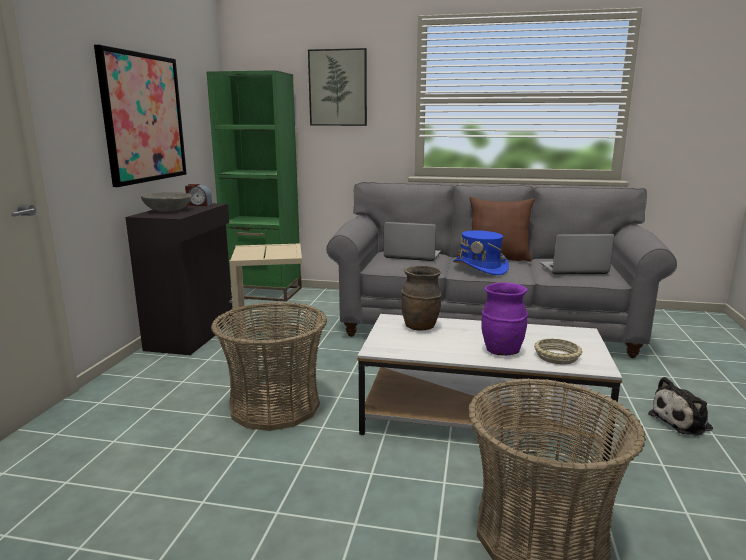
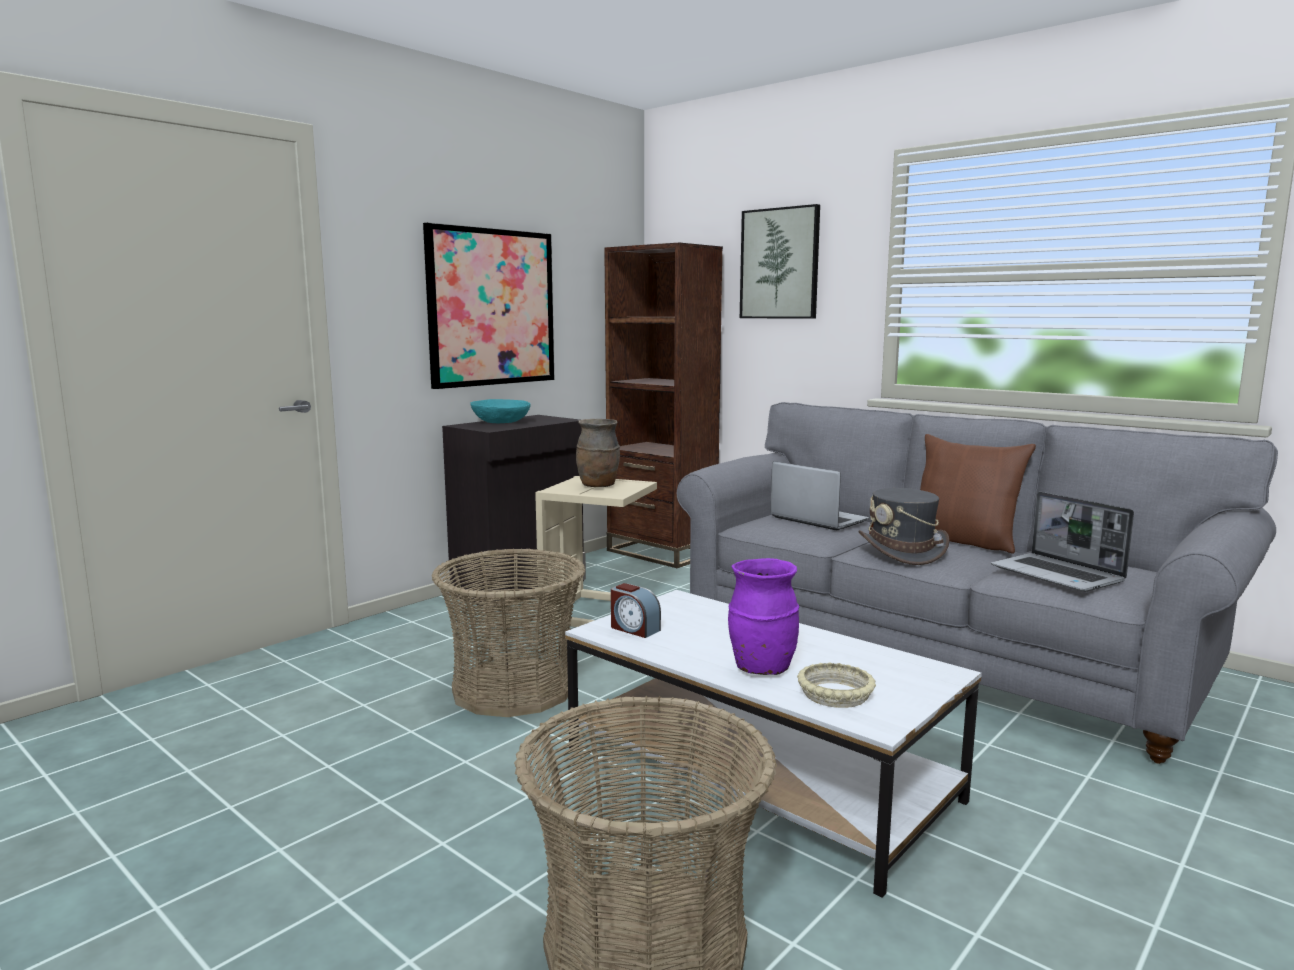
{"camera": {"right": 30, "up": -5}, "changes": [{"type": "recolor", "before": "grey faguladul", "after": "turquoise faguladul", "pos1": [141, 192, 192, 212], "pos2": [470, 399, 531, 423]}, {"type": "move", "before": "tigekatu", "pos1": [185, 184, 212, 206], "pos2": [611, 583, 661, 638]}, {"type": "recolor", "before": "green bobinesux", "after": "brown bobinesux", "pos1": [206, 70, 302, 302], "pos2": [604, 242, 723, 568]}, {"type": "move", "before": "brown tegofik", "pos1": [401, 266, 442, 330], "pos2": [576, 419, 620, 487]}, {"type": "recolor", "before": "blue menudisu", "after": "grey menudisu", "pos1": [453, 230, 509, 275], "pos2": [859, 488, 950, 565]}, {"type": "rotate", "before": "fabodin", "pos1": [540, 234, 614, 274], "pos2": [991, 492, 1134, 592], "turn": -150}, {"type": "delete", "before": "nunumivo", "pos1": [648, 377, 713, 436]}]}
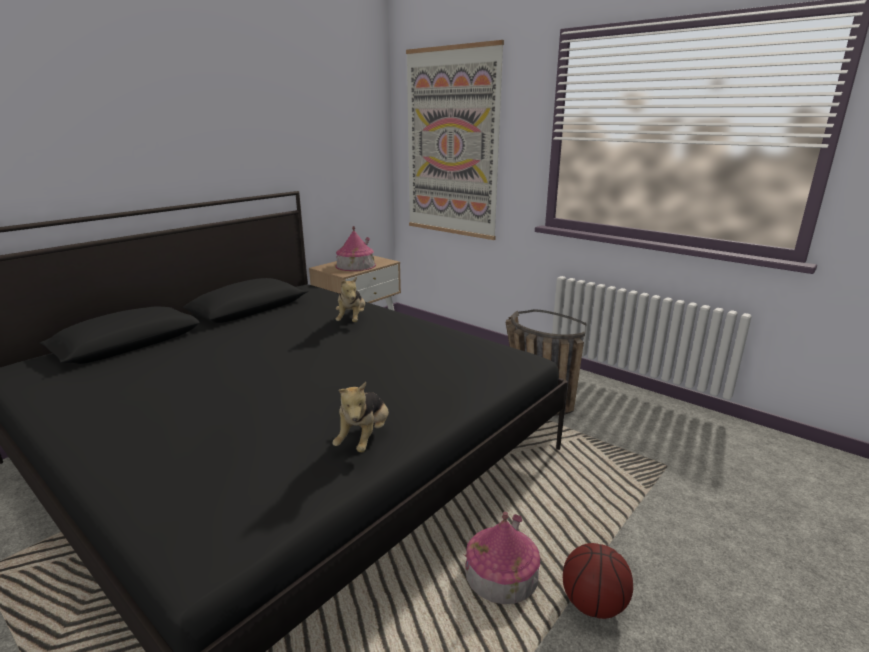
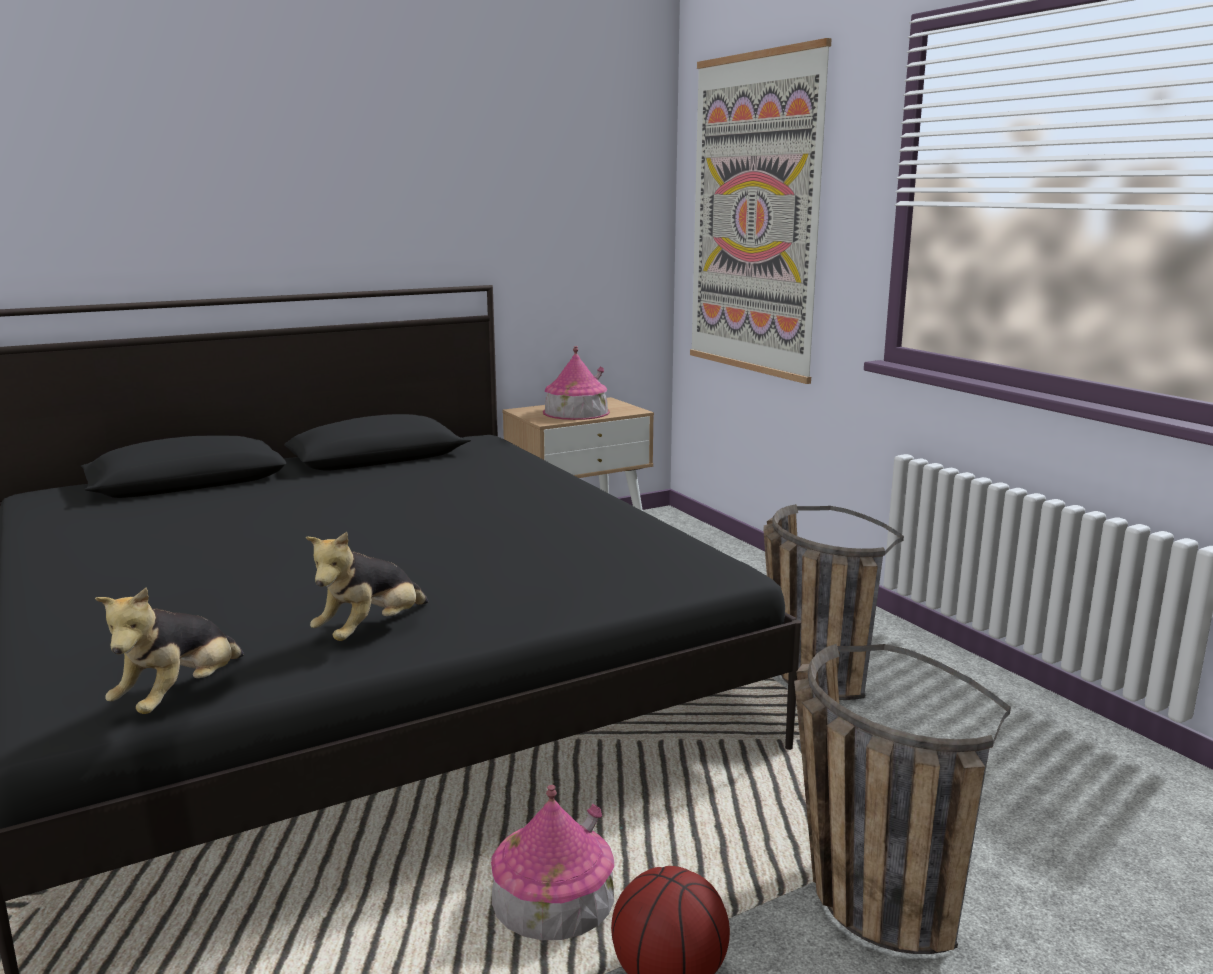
{"camera": {"right": 20, "up": -5}, "changes": [{"type": "move", "before": "nunumivo", "pos1": [336, 277, 365, 322], "pos2": [95, 587, 244, 714]}, {"type": "insert", "after": "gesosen", "pos2": [794, 644, 1011, 954]}]}
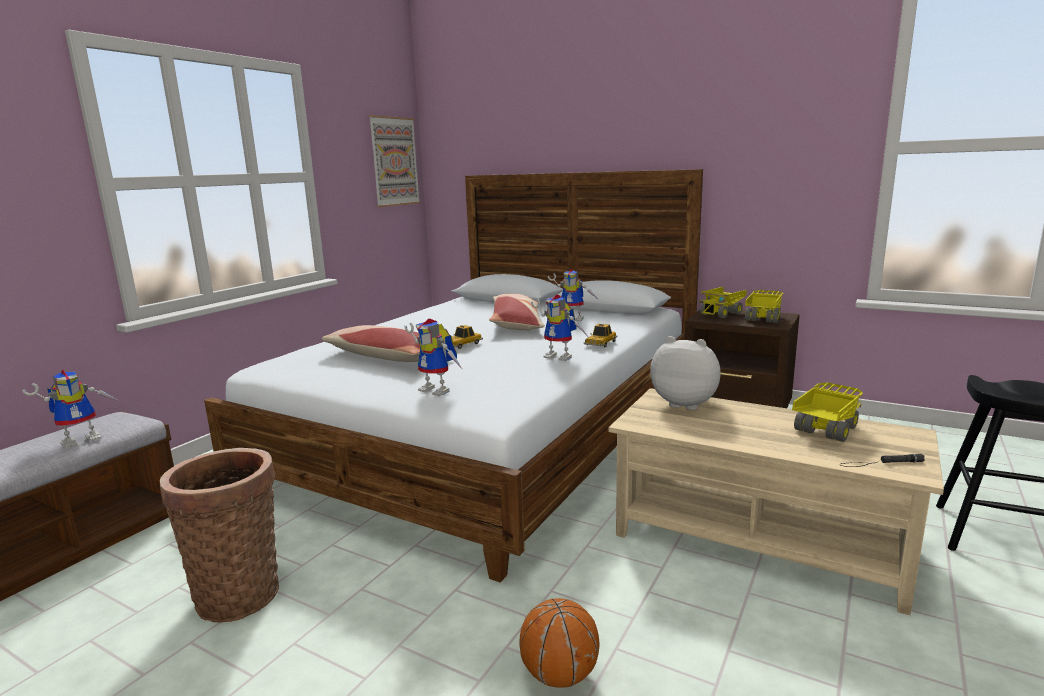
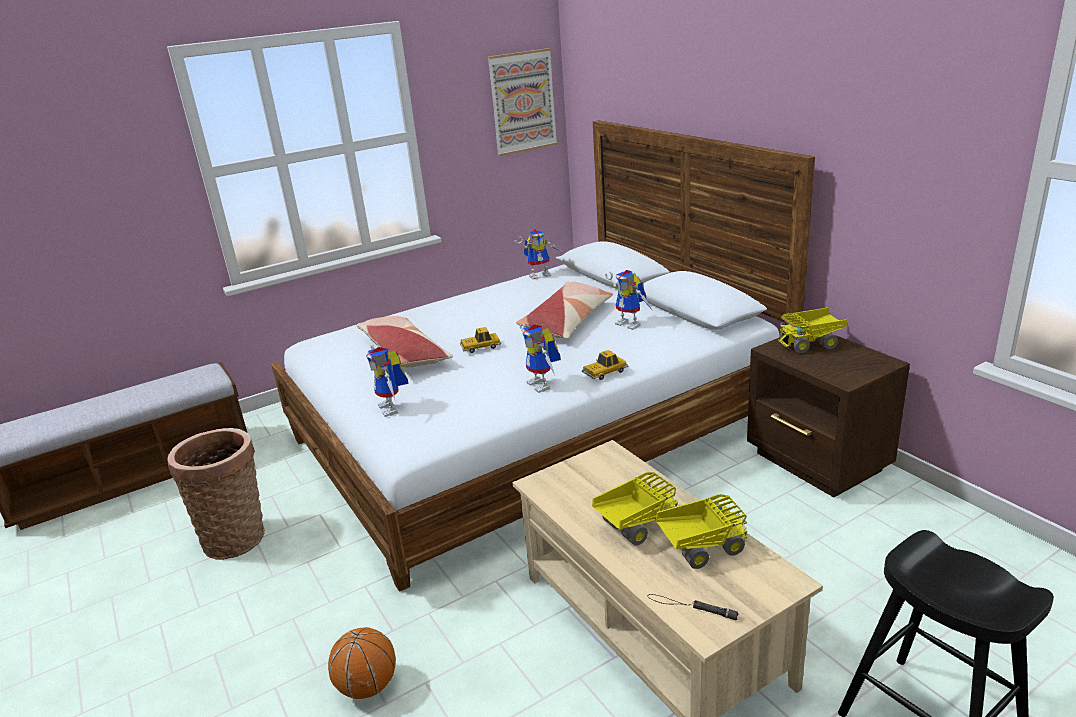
{"camera": {"right": 30, "up": 10}, "changes": [{"type": "move", "before": "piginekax", "pos1": [22, 370, 121, 448], "pos2": [515, 229, 563, 279]}, {"type": "delete", "before": "nunumivo", "pos1": [650, 336, 721, 410]}, {"type": "move", "before": "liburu", "pos1": [745, 290, 783, 323], "pos2": [592, 473, 678, 546]}]}
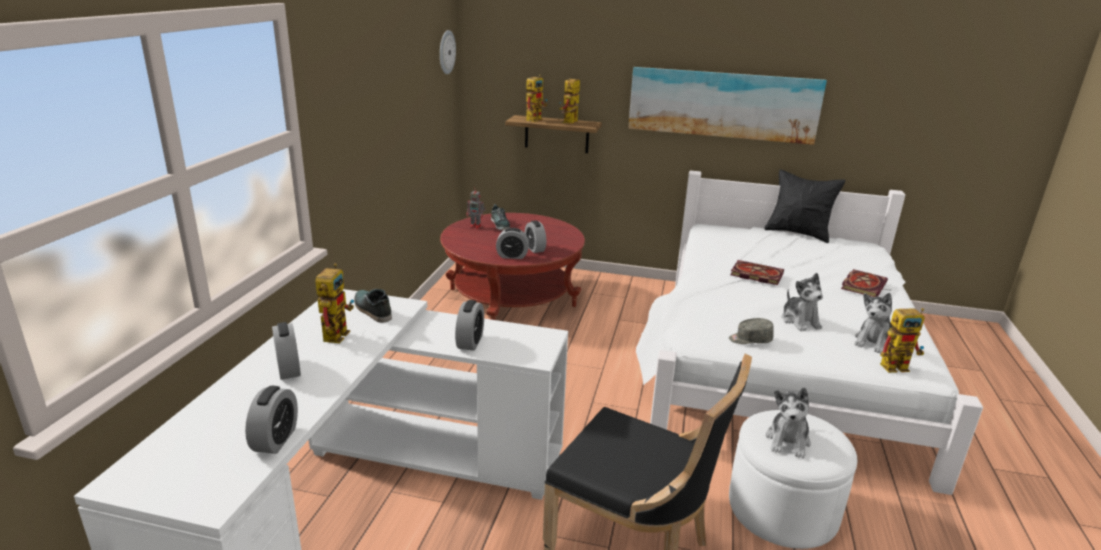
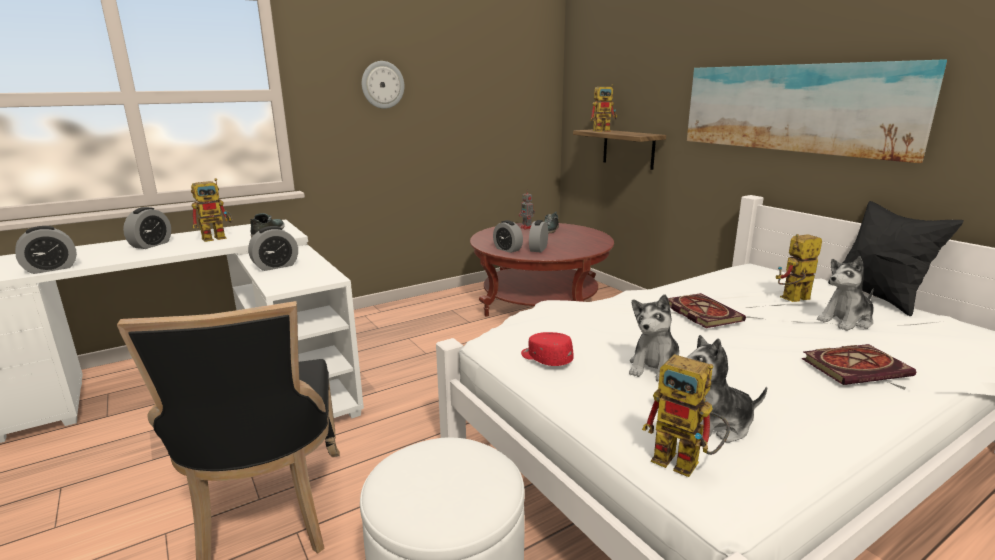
{"camera": {"right": 45, "up": -5}, "changes": [{"type": "move", "before": "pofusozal", "pos1": [440, 30, 456, 74], "pos2": [362, 61, 404, 109]}, {"type": "move", "before": "piginekax", "pos1": [559, 78, 580, 124], "pos2": [776, 234, 822, 302]}, {"type": "recolor", "before": "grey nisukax", "after": "red nisukax", "pos1": [729, 318, 774, 344], "pos2": [521, 332, 574, 366]}, {"type": "move", "before": "nunumivo", "pos1": [766, 388, 811, 459], "pos2": [817, 257, 874, 331]}]}
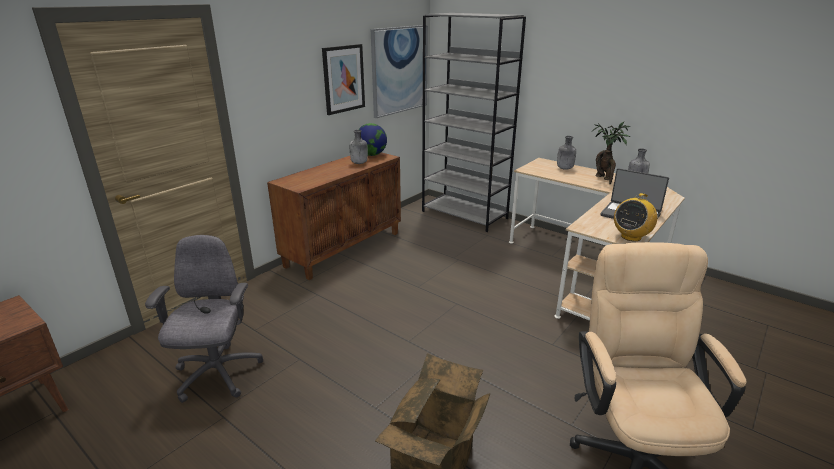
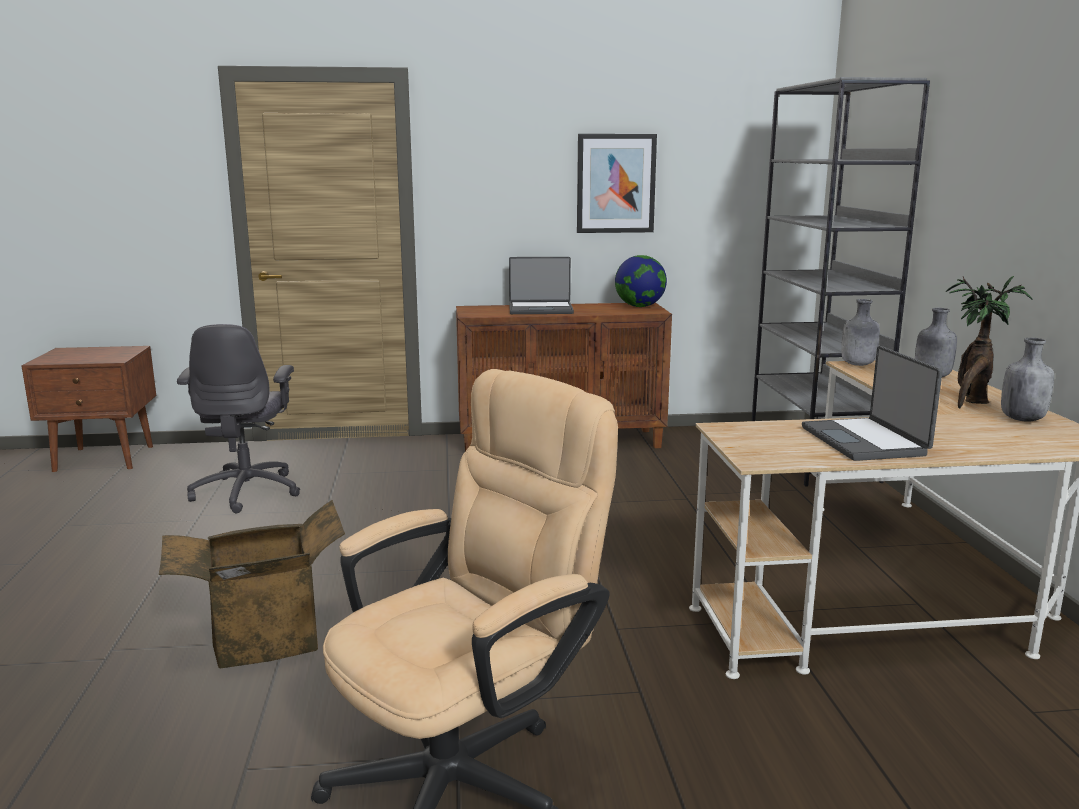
{"camera": {"right": 45, "up": -10}, "changes": [{"type": "rotate", "before": "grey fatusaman", "pos1": [145, 235, 263, 403], "pos2": [177, 324, 300, 513], "turn": 135}, {"type": "move", "before": "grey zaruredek", "pos1": [350, 130, 368, 164], "pos2": [841, 299, 880, 366]}, {"type": "delete", "before": "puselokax", "pos1": [371, 25, 428, 118]}, {"type": "delete", "before": "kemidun", "pos1": [614, 193, 658, 241]}, {"type": "insert", "after": "fabodin", "pos2": [509, 257, 574, 314]}]}
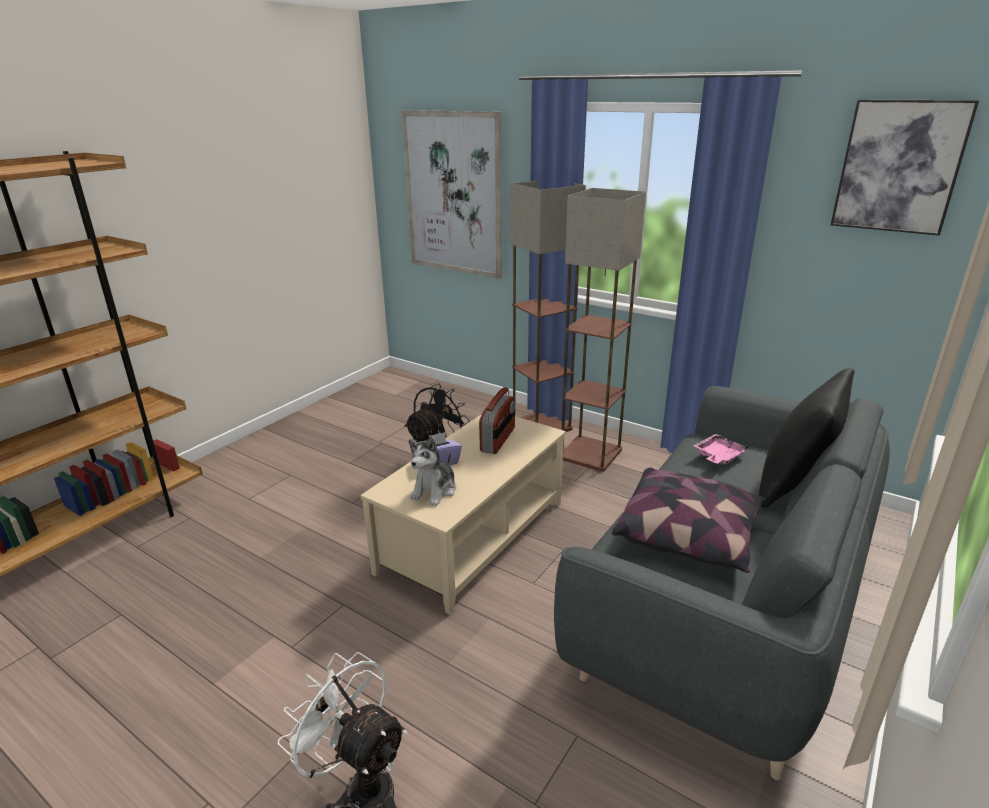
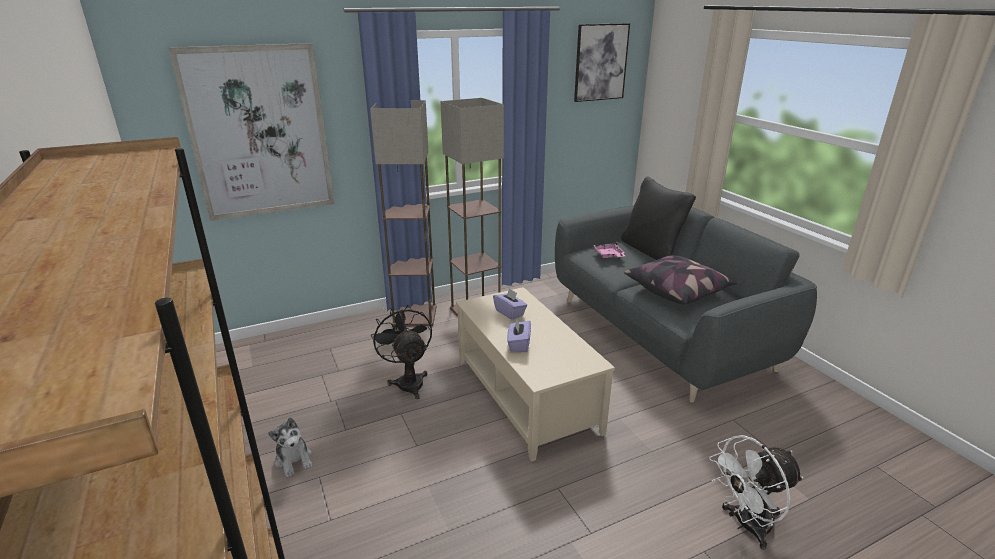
{"camera": {"right": -60, "up": 0}, "changes": [{"type": "move", "before": "nunumivo", "pos1": [409, 436, 456, 506], "pos2": [268, 417, 313, 477]}, {"type": "replace", "before": "kemidun", "after": "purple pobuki", "pos1": [479, 387, 515, 454], "pos2": [493, 288, 527, 320]}]}
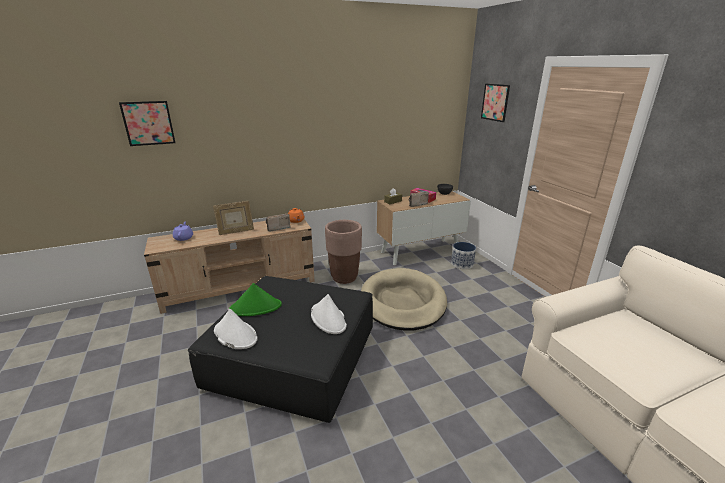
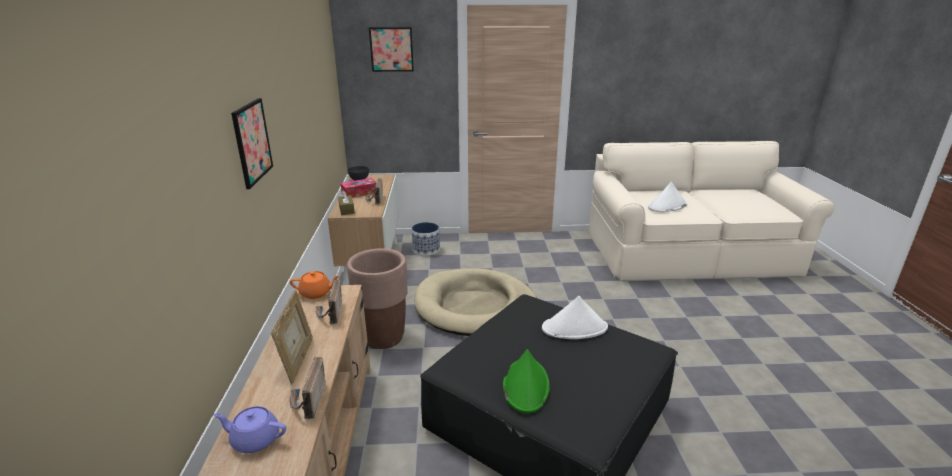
{"camera": {"right": -70, "up": 0}, "changes": [{"type": "move", "before": "puselokax", "pos1": [119, 101, 176, 146], "pos2": [231, 98, 273, 189]}, {"type": "move", "before": "white menudisu", "pos1": [214, 309, 257, 349], "pos2": [648, 182, 687, 212]}, {"type": "insert", "after": "kemidun", "pos2": [289, 357, 326, 419]}]}
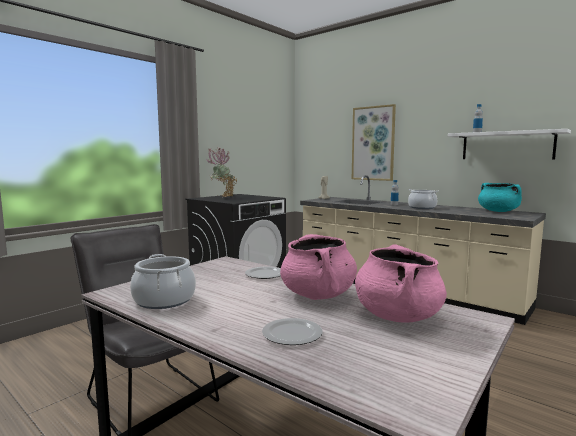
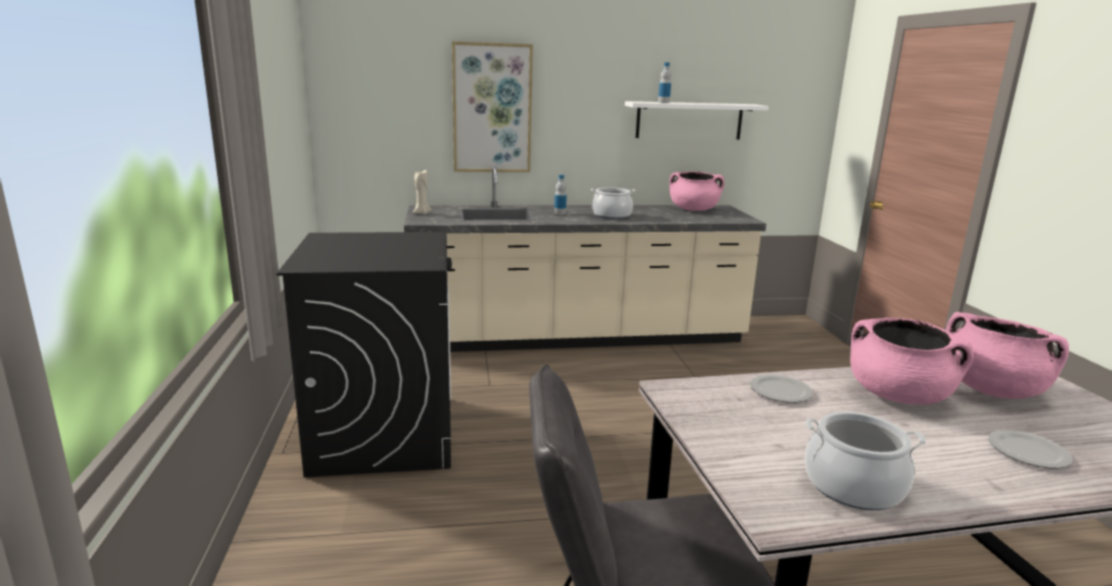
{"camera": {"right": -50, "up": 10}, "changes": [{"type": "delete", "before": "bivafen", "pos1": [206, 147, 237, 197]}, {"type": "recolor", "before": "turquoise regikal", "after": "pink regikal", "pos1": [478, 183, 522, 212], "pos2": [669, 171, 725, 211]}]}
